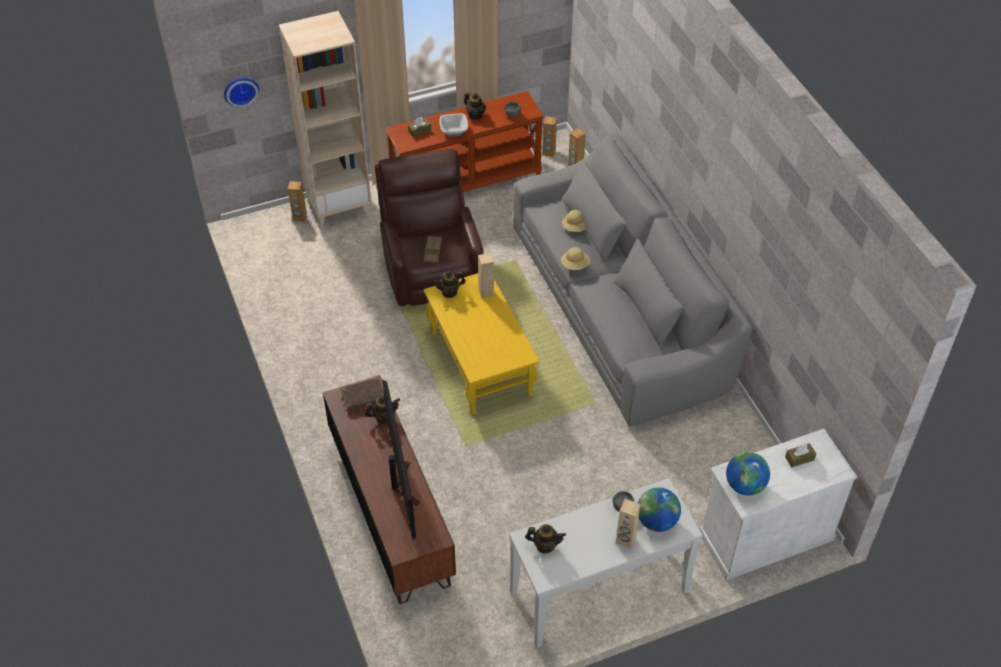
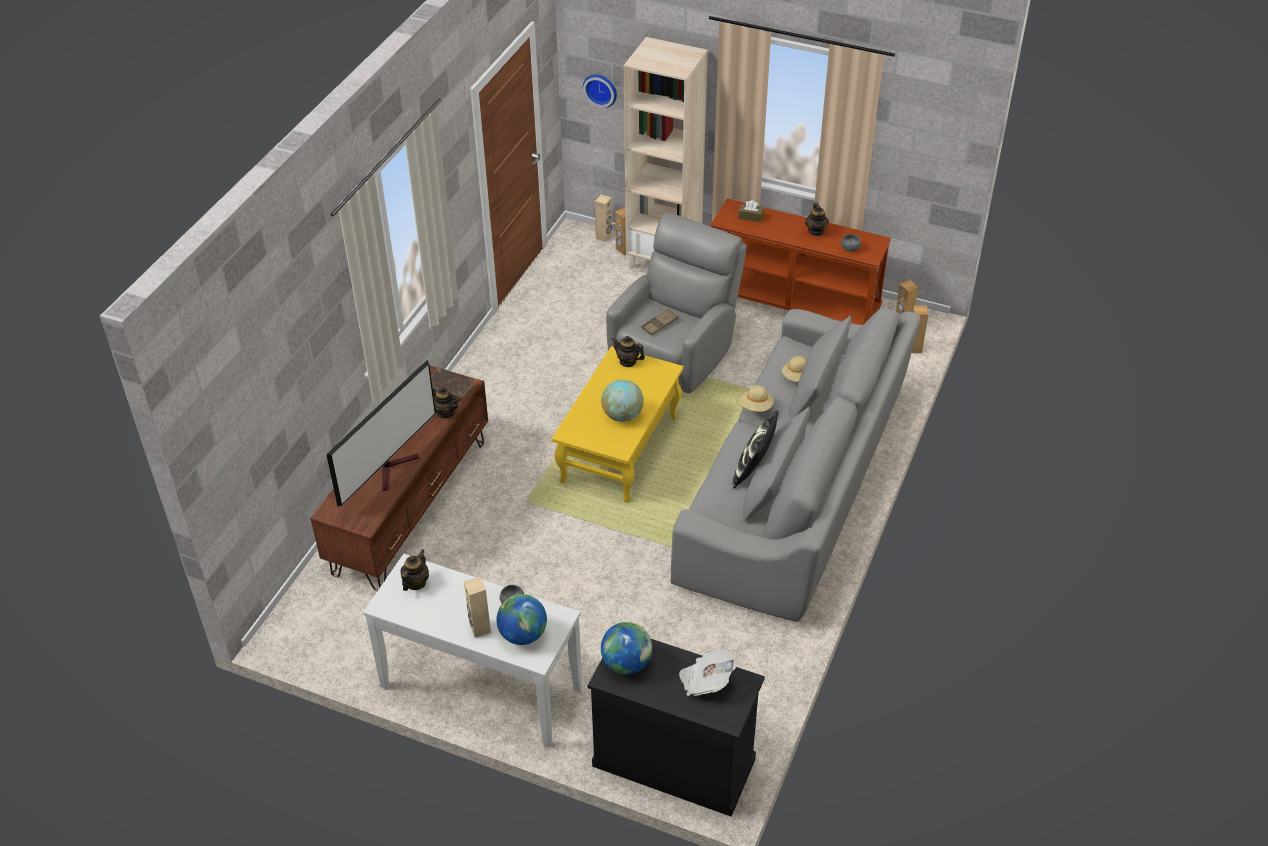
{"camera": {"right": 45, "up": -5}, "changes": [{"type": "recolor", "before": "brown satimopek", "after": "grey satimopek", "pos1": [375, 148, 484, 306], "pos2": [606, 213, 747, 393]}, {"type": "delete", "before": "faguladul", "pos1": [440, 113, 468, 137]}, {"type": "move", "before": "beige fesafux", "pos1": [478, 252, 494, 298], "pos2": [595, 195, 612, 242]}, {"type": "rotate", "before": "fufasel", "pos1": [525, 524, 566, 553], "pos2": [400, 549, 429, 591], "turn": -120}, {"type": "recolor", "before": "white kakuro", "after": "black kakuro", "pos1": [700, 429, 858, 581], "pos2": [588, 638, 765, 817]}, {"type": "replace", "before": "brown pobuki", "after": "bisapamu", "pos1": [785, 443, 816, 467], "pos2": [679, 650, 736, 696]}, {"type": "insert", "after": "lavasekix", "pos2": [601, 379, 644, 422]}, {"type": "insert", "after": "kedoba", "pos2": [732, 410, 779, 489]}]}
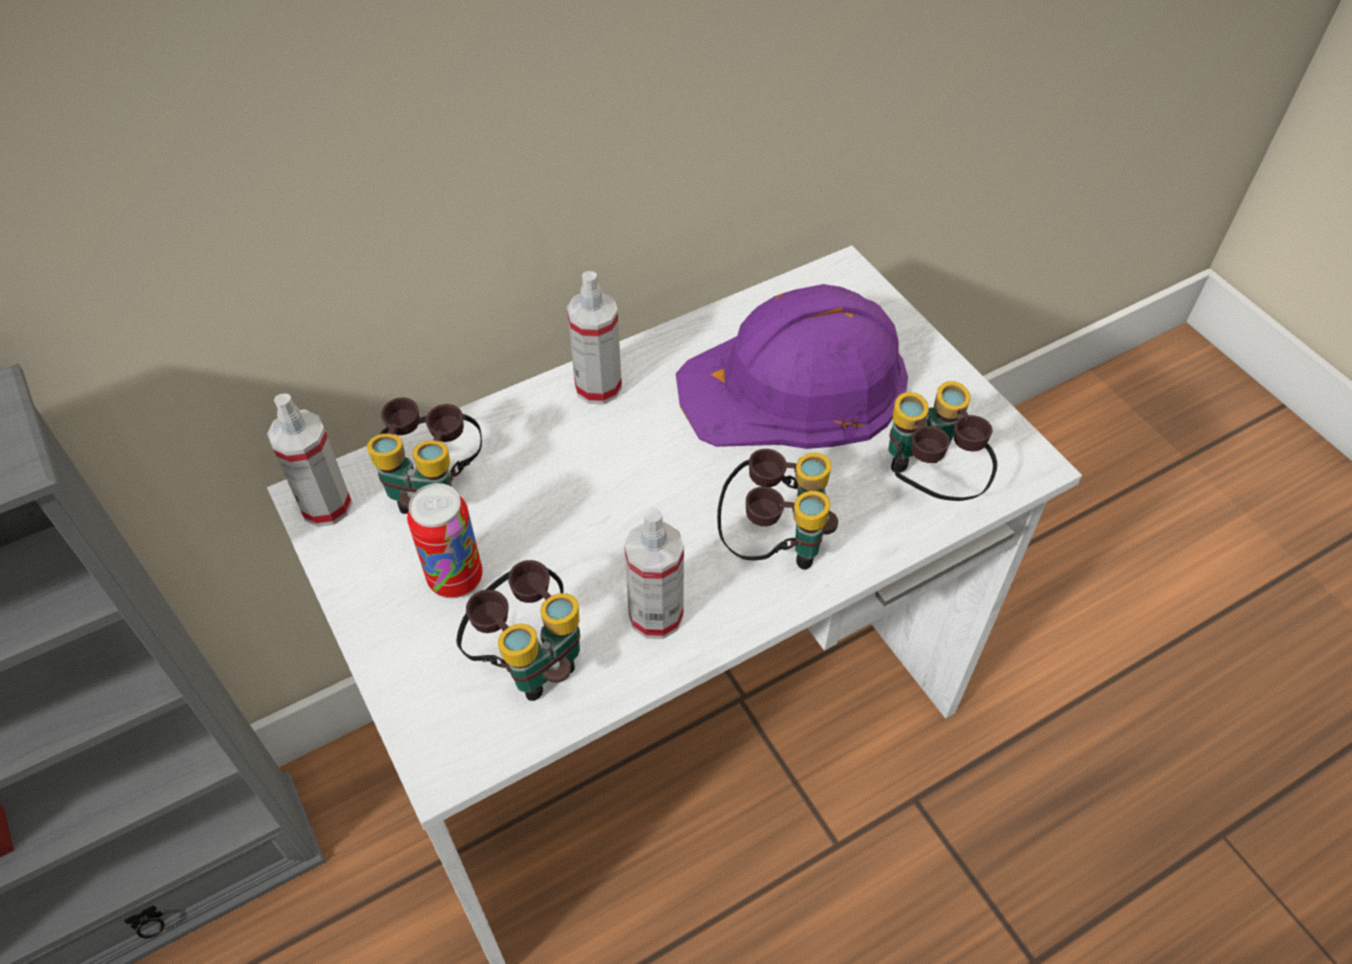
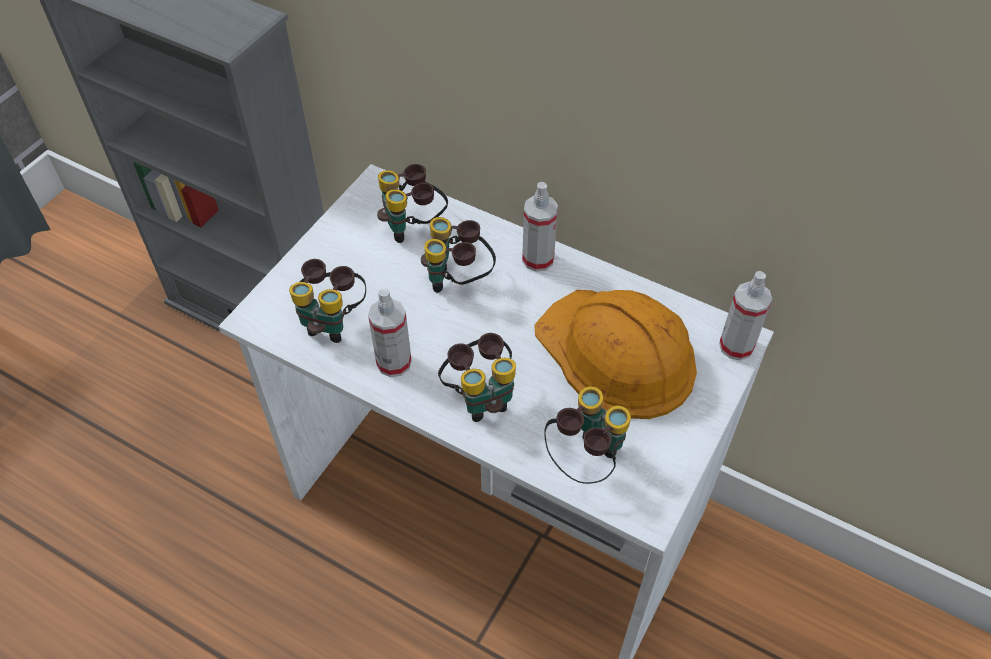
{"camera": {"right": 60, "up": 0}, "changes": [{"type": "move", "before": "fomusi", "pos1": [267, 393, 352, 527], "pos2": [719, 271, 772, 360]}, {"type": "delete", "before": "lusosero", "pos1": [407, 483, 483, 598]}, {"type": "recolor", "before": "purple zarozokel", "after": "orange zarozokel", "pos1": [676, 284, 908, 449], "pos2": [534, 290, 697, 419]}, {"type": "insert", "after": "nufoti", "pos2": [421, 217, 496, 293]}]}
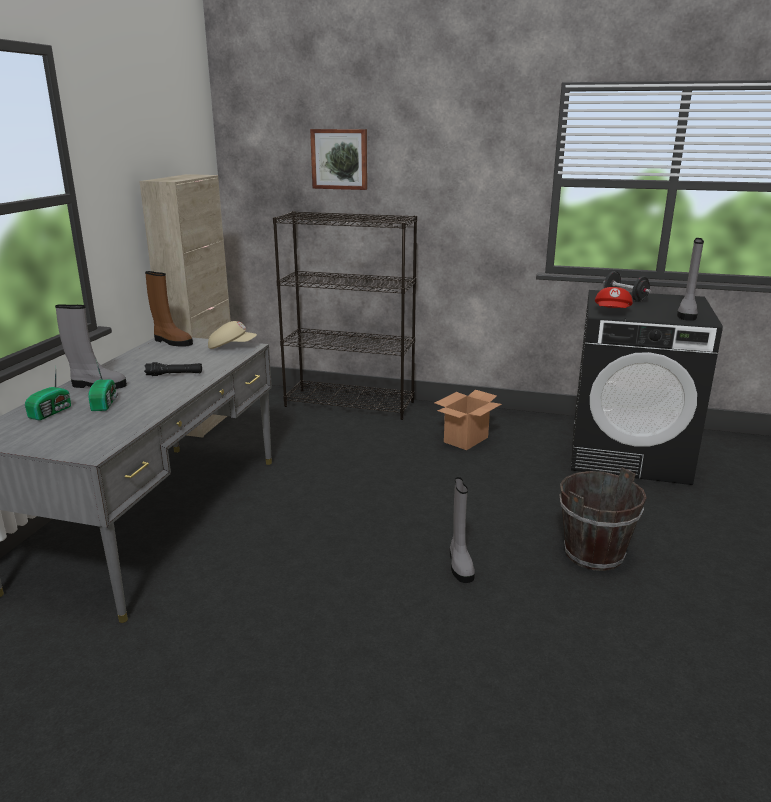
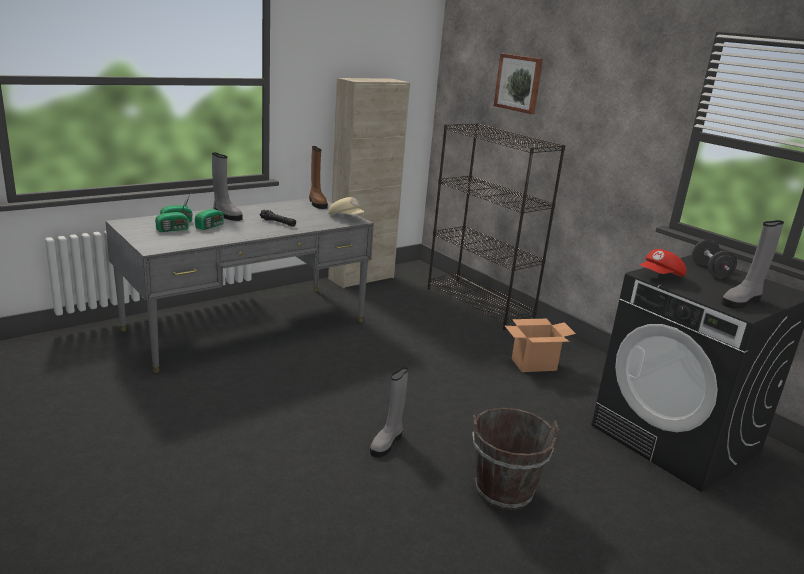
{"camera": {"right": 35, "up": 0}, "changes": [{"type": "insert", "after": "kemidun", "pos2": [155, 198, 189, 232]}]}
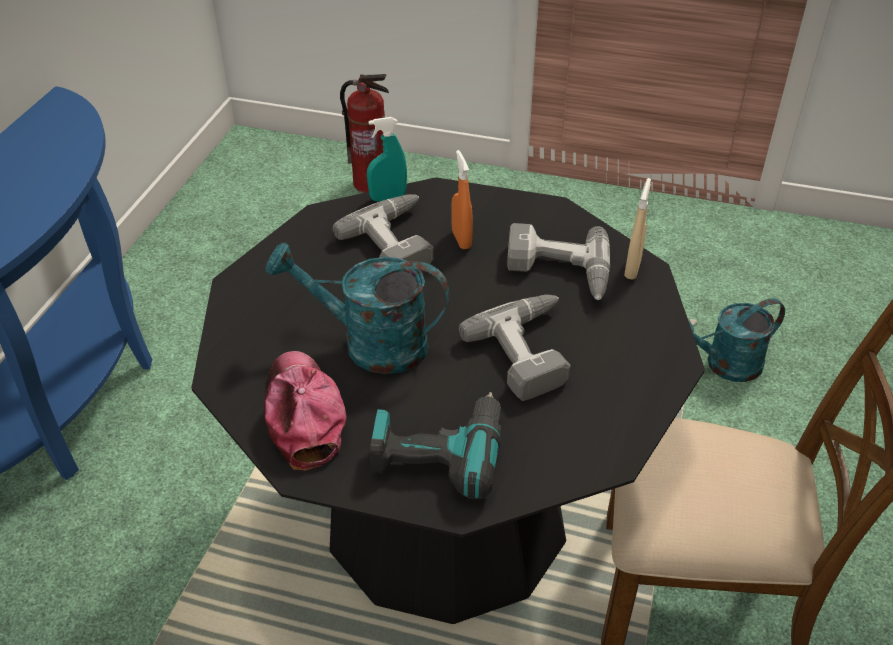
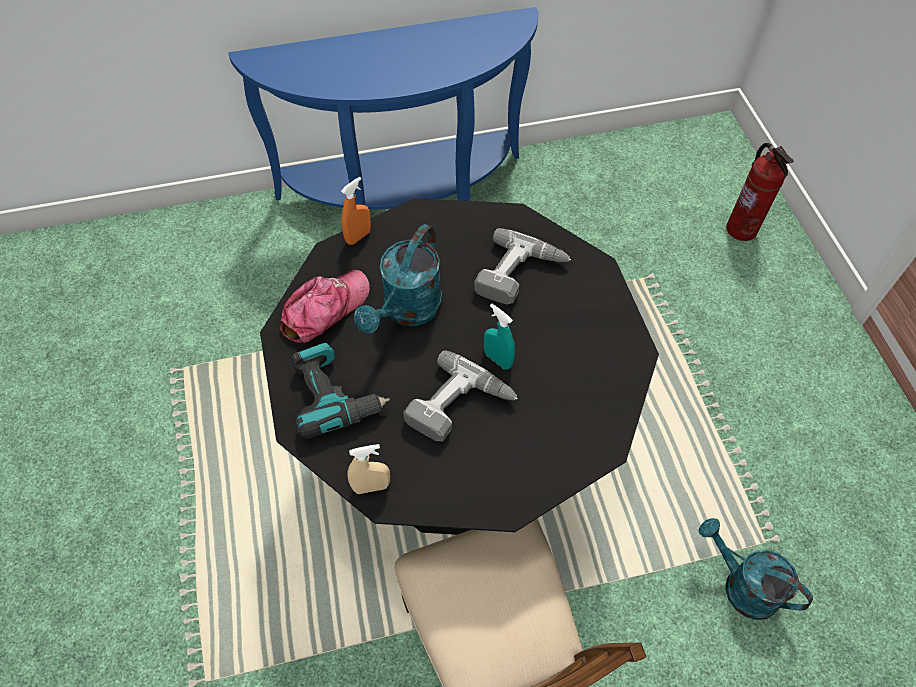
{"camera": {"right": 60, "up": 15}, "changes": [{"type": "rotate", "before": "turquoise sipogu", "pos1": [266, 242, 449, 374], "pos2": [354, 224, 443, 333], "turn": -135}, {"type": "move", "before": "turquoise fomusi", "pos1": [367, 117, 407, 201], "pos2": [484, 304, 515, 370]}, {"type": "move", "before": "orange fomusi", "pos1": [451, 150, 473, 249], "pos2": [341, 177, 371, 245]}, {"type": "delete", "before": "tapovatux", "pos1": [507, 223, 611, 300]}, {"type": "move", "before": "beige fomusi", "pos1": [624, 178, 651, 280], "pos2": [347, 444, 390, 494]}]}
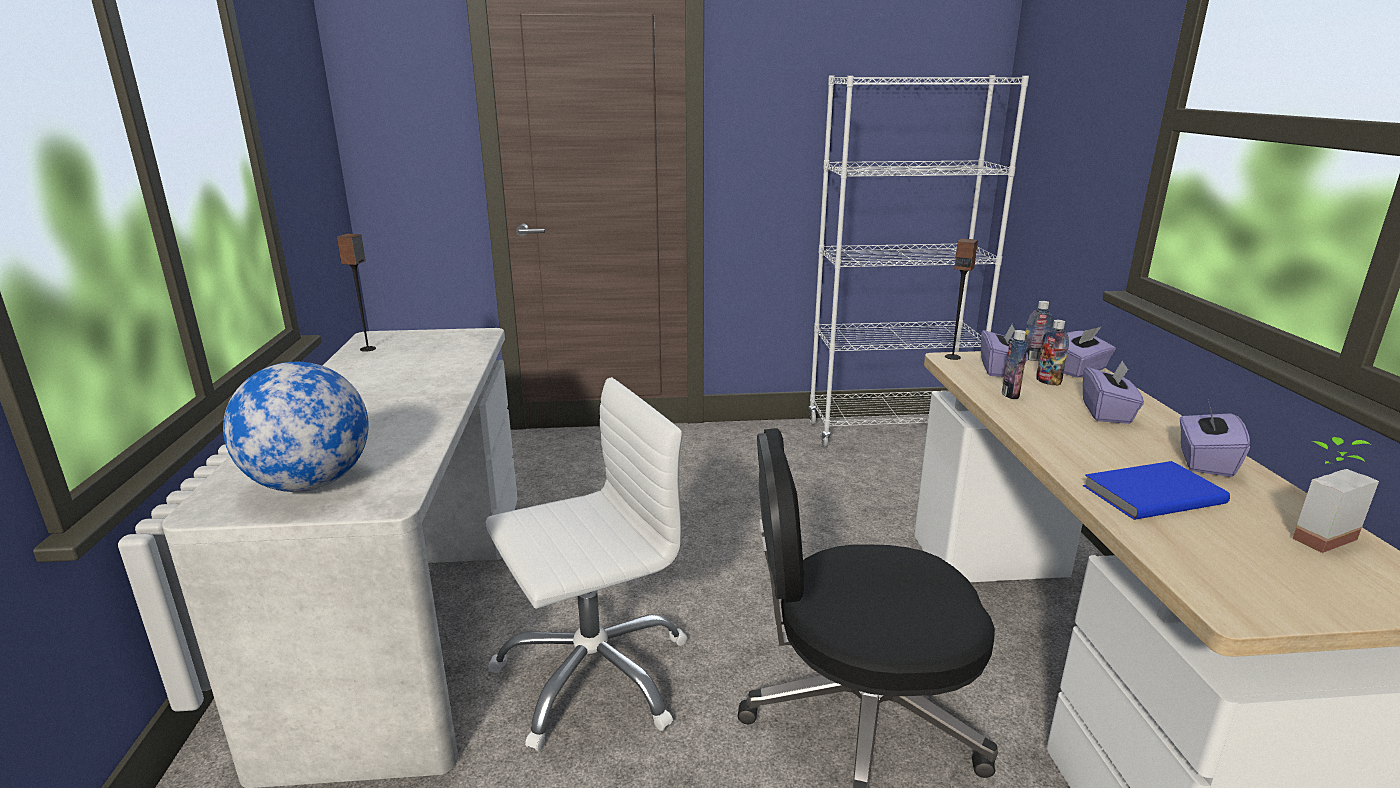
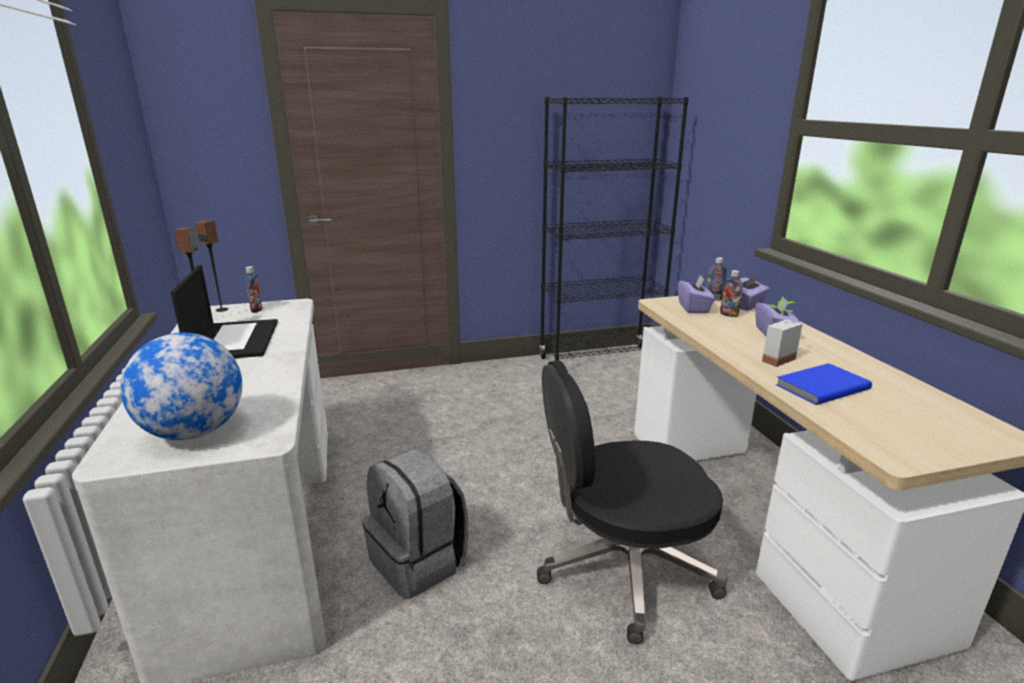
{"camera": {"right": -10, "up": 0}, "changes": [{"type": "replace", "before": "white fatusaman", "after": "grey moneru", "pos1": [486, 377, 687, 752], "pos2": [362, 449, 468, 599]}, {"type": "recolor", "before": "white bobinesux", "after": "black bobinesux", "pos1": [808, 75, 1029, 447], "pos2": [539, 97, 689, 361]}, {"type": "move", "before": "fesafux", "pos1": [945, 238, 978, 360], "pos2": [195, 220, 228, 312]}, {"type": "move", "before": "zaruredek", "pos1": [1002, 330, 1028, 399], "pos2": [245, 266, 263, 313]}, {"type": "delete", "before": "purple pobuki", "pos1": [1180, 404, 1250, 477]}, {"type": "move", "before": "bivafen", "pos1": [1292, 437, 1379, 553], "pos2": [762, 301, 802, 367]}, {"type": "insert", "after": "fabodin", "pos2": [171, 265, 278, 358]}]}
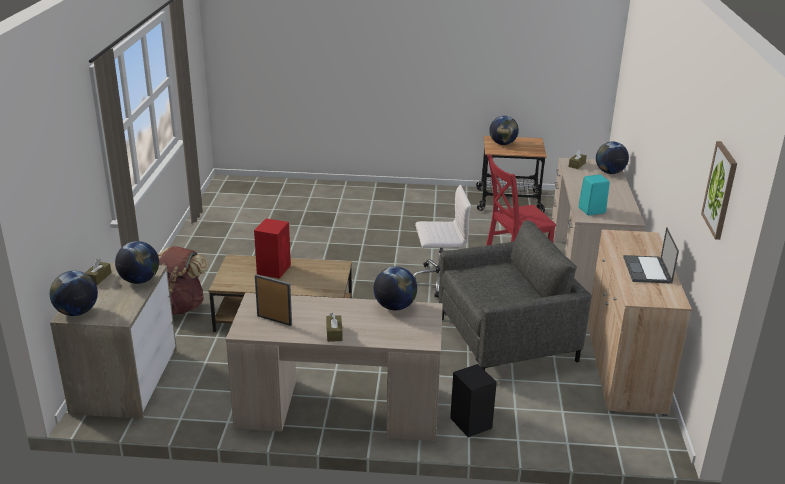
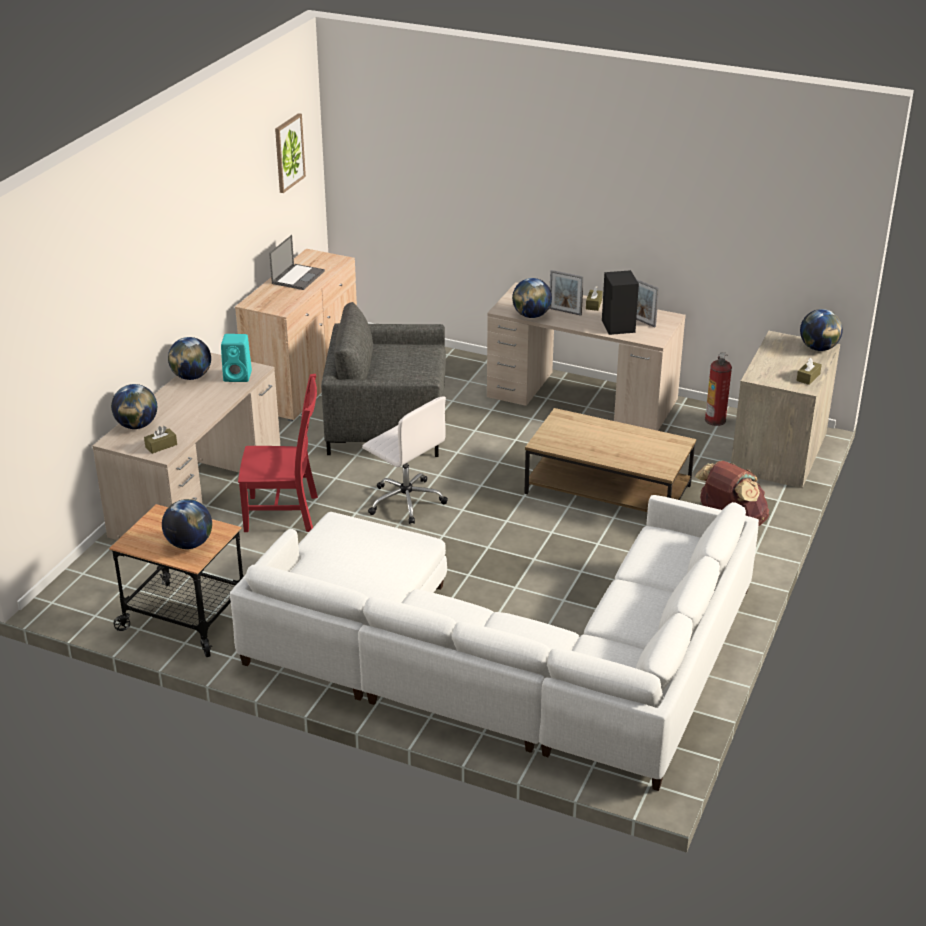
{"camera": {"right": -160, "up": 5}, "changes": [{"type": "move", "before": "lavasekix", "pos1": [115, 241, 159, 284], "pos2": [168, 337, 211, 380]}, {"type": "delete", "before": "red fesafux", "pos1": [254, 218, 291, 279]}, {"type": "rotate", "before": "white fatusaman", "pos1": [413, 185, 471, 298], "pos2": [362, 397, 448, 524], "turn": -150}, {"type": "move", "before": "black fesafux", "pos1": [450, 364, 497, 437], "pos2": [602, 270, 639, 335]}, {"type": "insert", "after": "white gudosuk", "pos2": [230, 495, 759, 791]}, {"type": "insert", "after": "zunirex", "pos2": [549, 270, 584, 316]}, {"type": "insert", "after": "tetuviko", "pos2": [705, 352, 732, 426]}]}
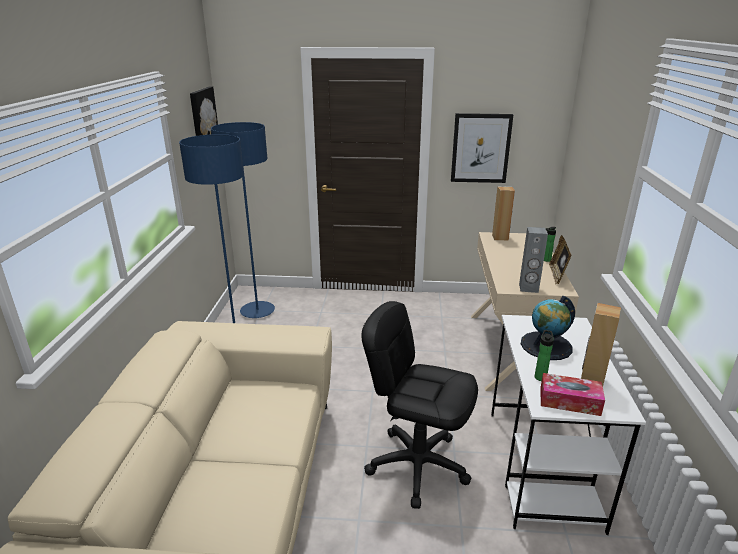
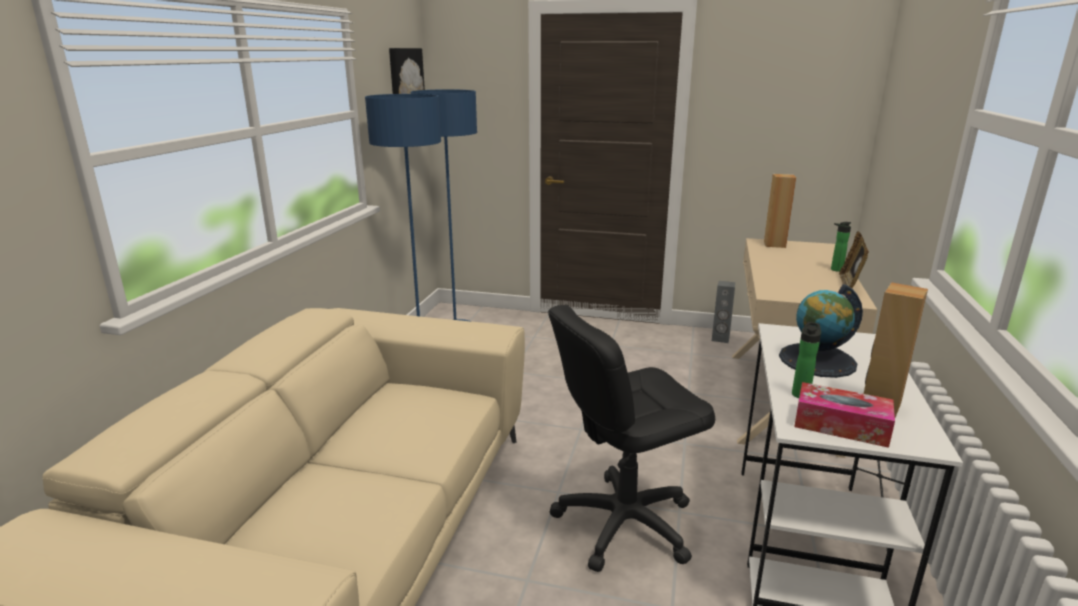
{"camera": {"right": 10, "up": -5}, "changes": [{"type": "rotate", "before": "black fatusaman", "pos1": [361, 301, 478, 509], "pos2": [548, 305, 715, 572], "turn": -60}, {"type": "delete", "before": "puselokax", "pos1": [451, 113, 513, 183]}, {"type": "move", "before": "grey fesafux", "pos1": [519, 227, 548, 293], "pos2": [712, 281, 735, 343]}]}
